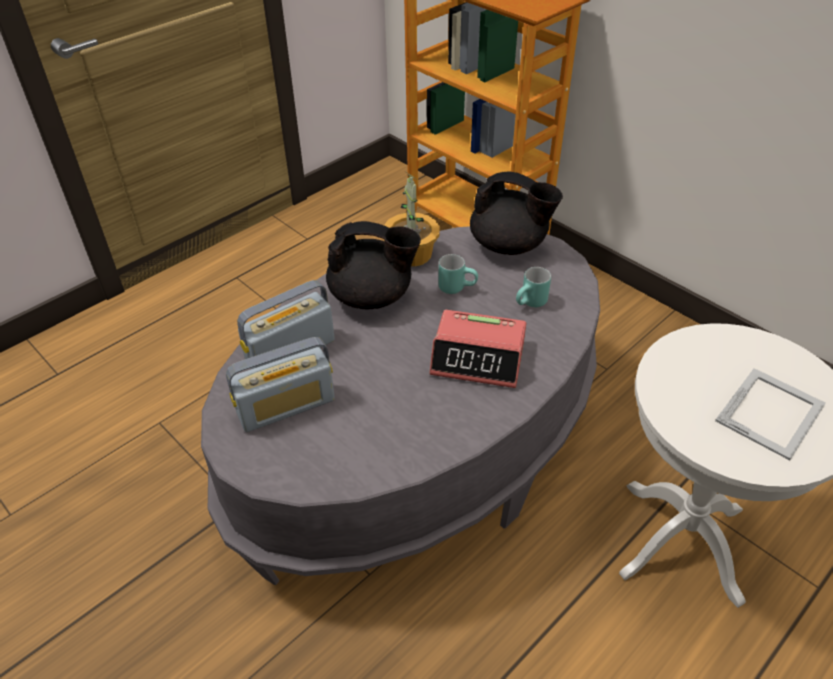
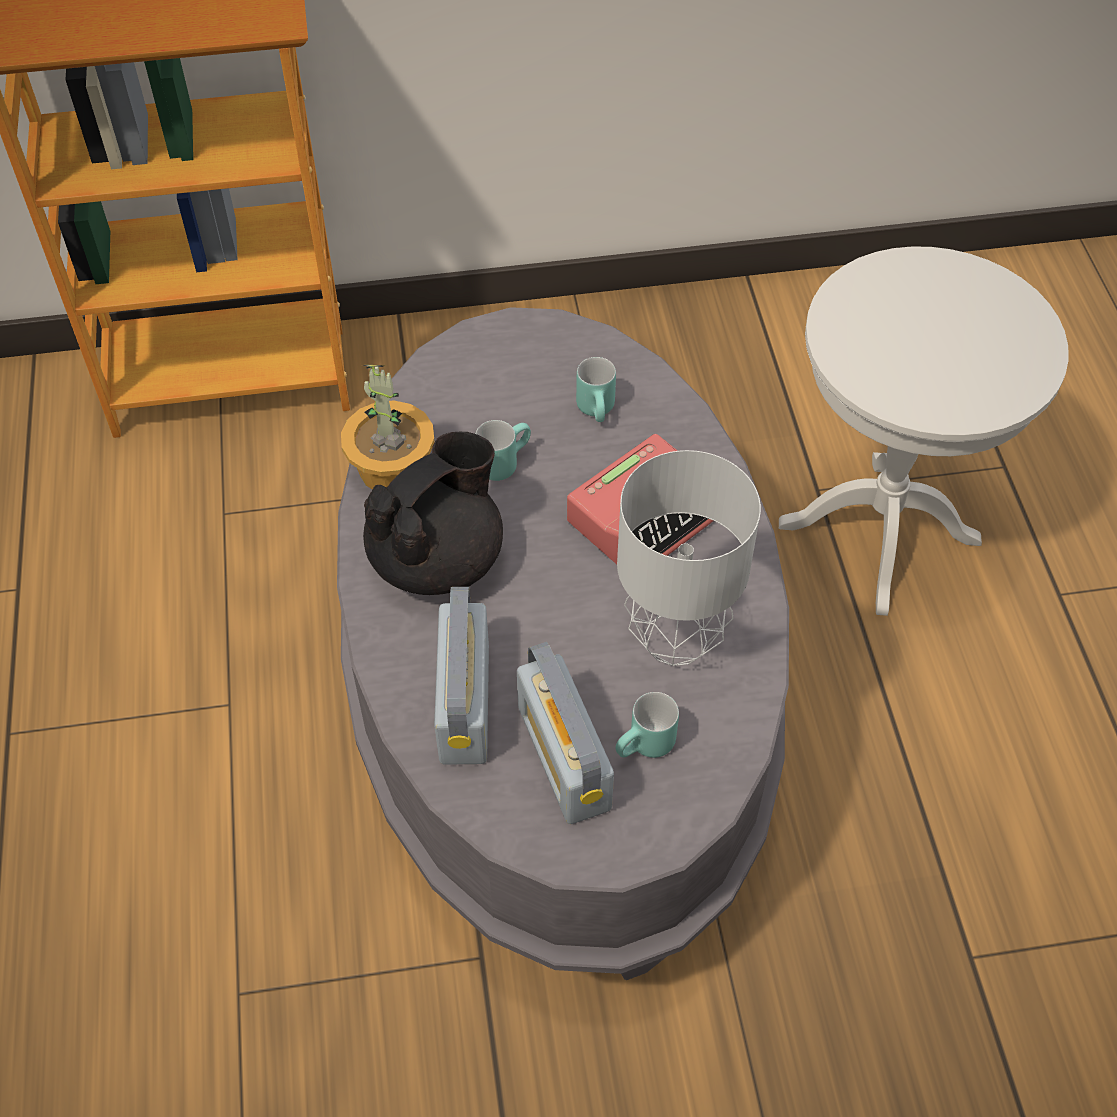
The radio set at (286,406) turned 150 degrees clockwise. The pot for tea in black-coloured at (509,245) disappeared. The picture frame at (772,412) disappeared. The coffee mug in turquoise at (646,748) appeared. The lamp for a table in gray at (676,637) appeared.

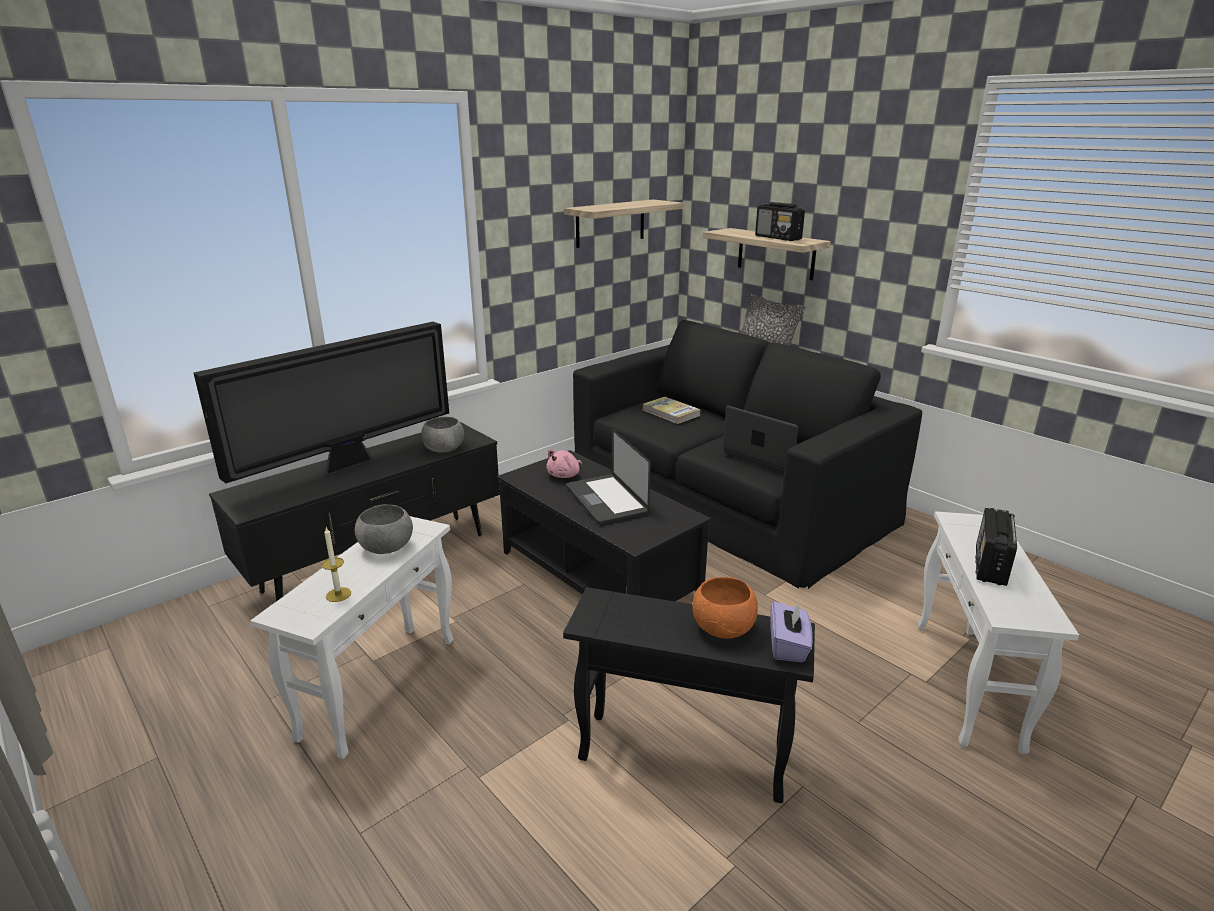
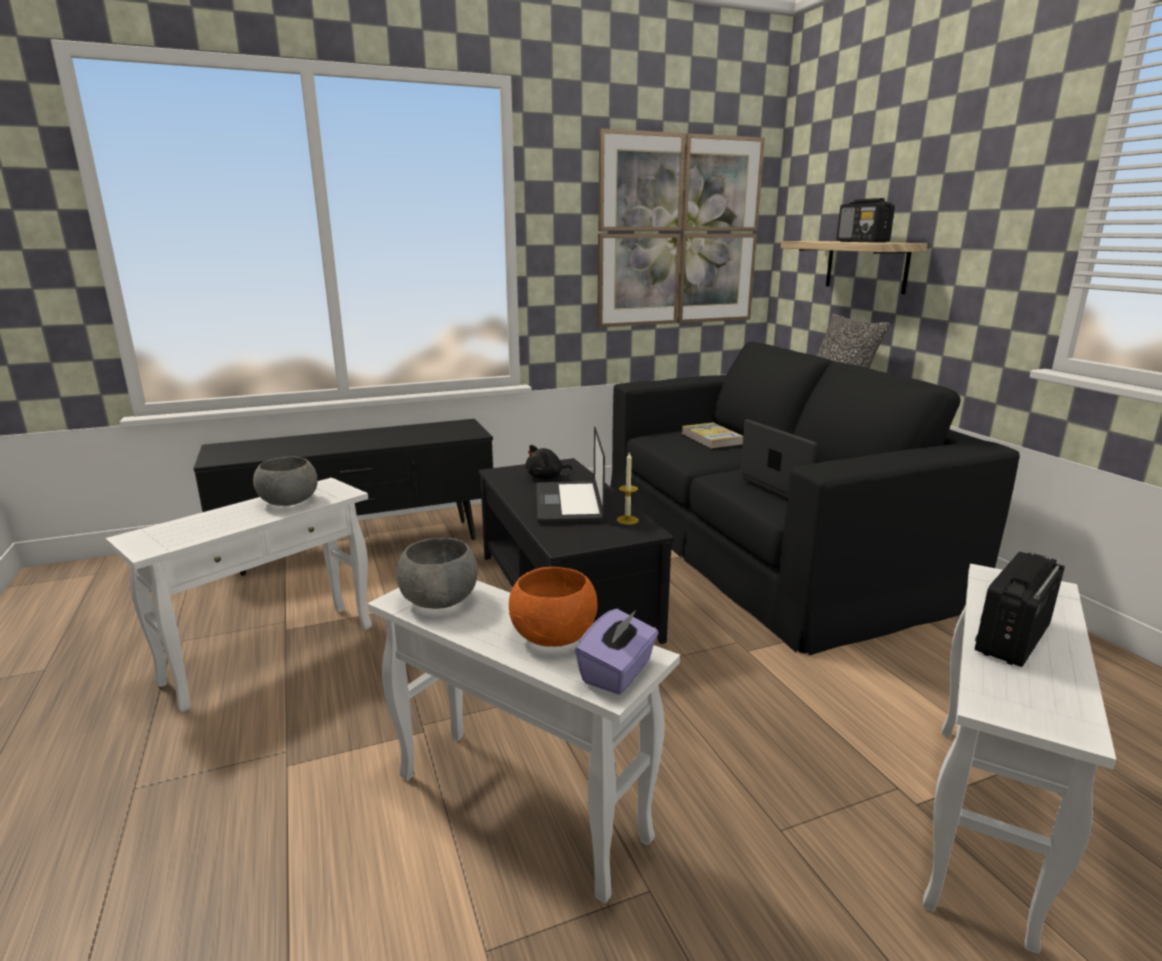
The television at (349,464) disappeared. The wax light moved from (338,594) to (627,520). The bowl in gray moved from (444,449) to (438,600). The soft toy in pink at (565,475) became the soft toy in black-coloured at (546,477). The side table in black-coloured at (682,756) became the side table in white at (520,807). The wall shelf at (610,223) was replaced by the wall art at (679,232).

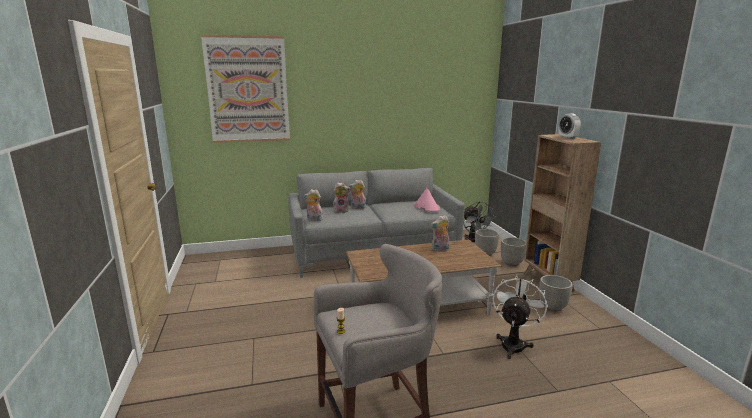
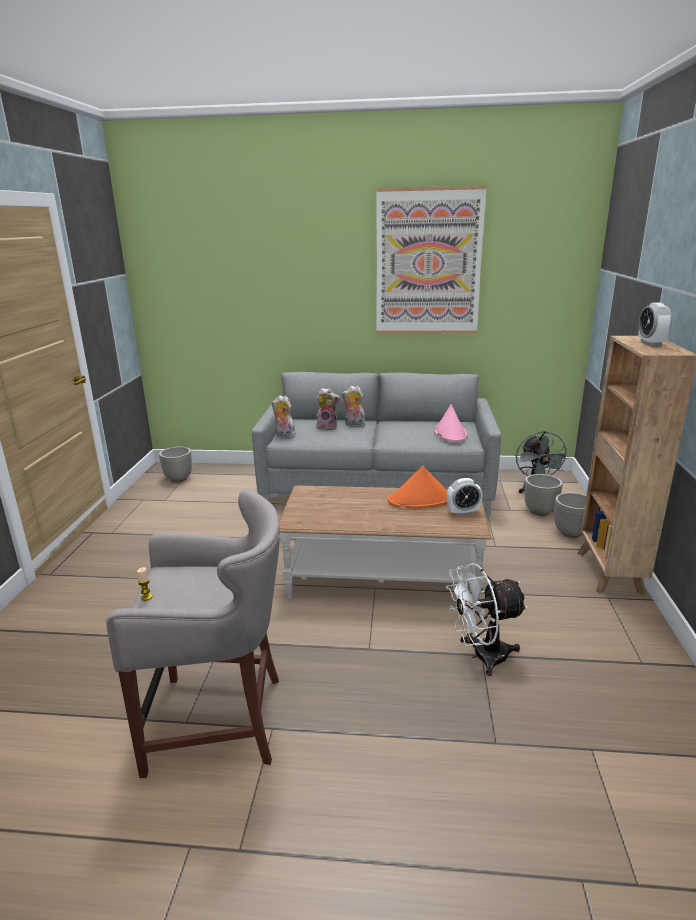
The wall art moved from (248,90) to (428,263). The soft toy at (440,249) was replaced by the wearable hat in orangey at (420,500). The electric fan in white at (514,343) turned 150 degrees counterclockwise. The planter moved from (552,307) to (178,479). The bedside clock at (463,512) appeared.

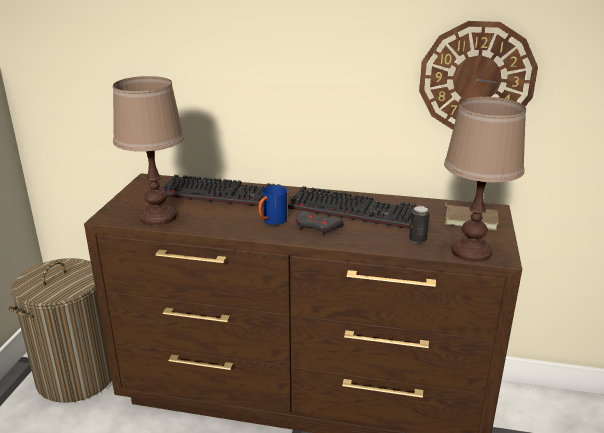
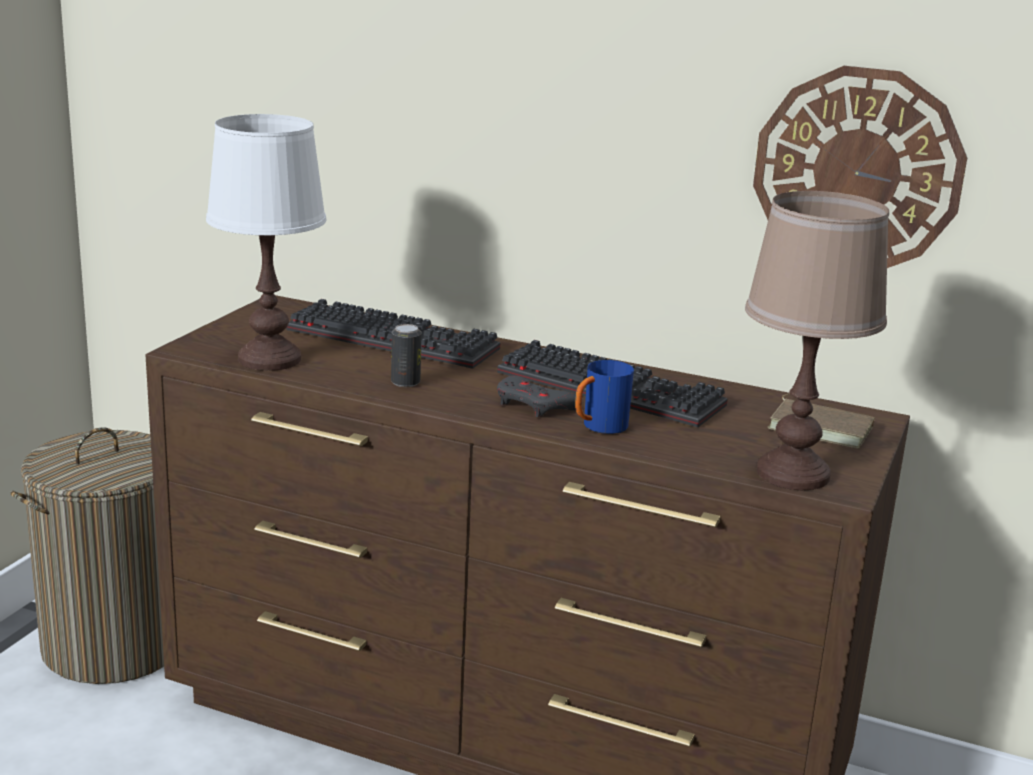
The lamp for a table in brownish at (158,217) became the lamp for a table in white at (269,359). The coffee mug in blue-coloured moved from (271,222) to (598,428). The sealed can moved from (417,239) to (405,382).

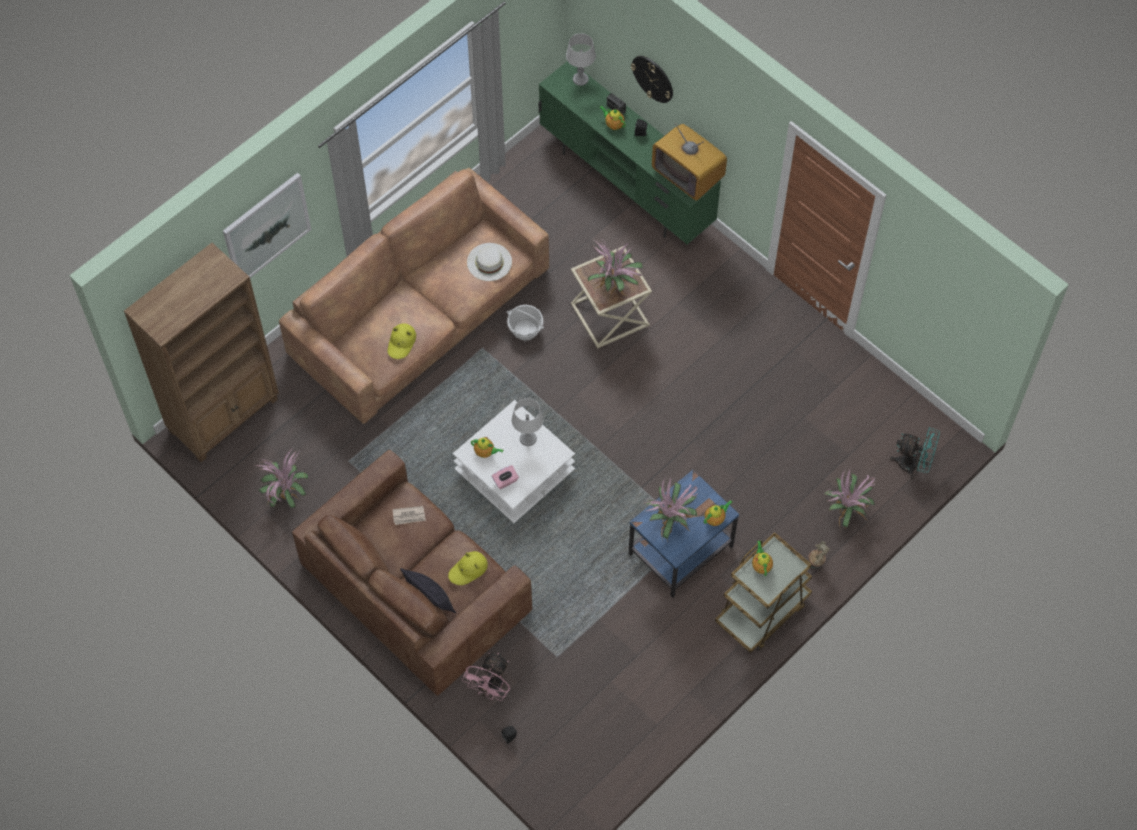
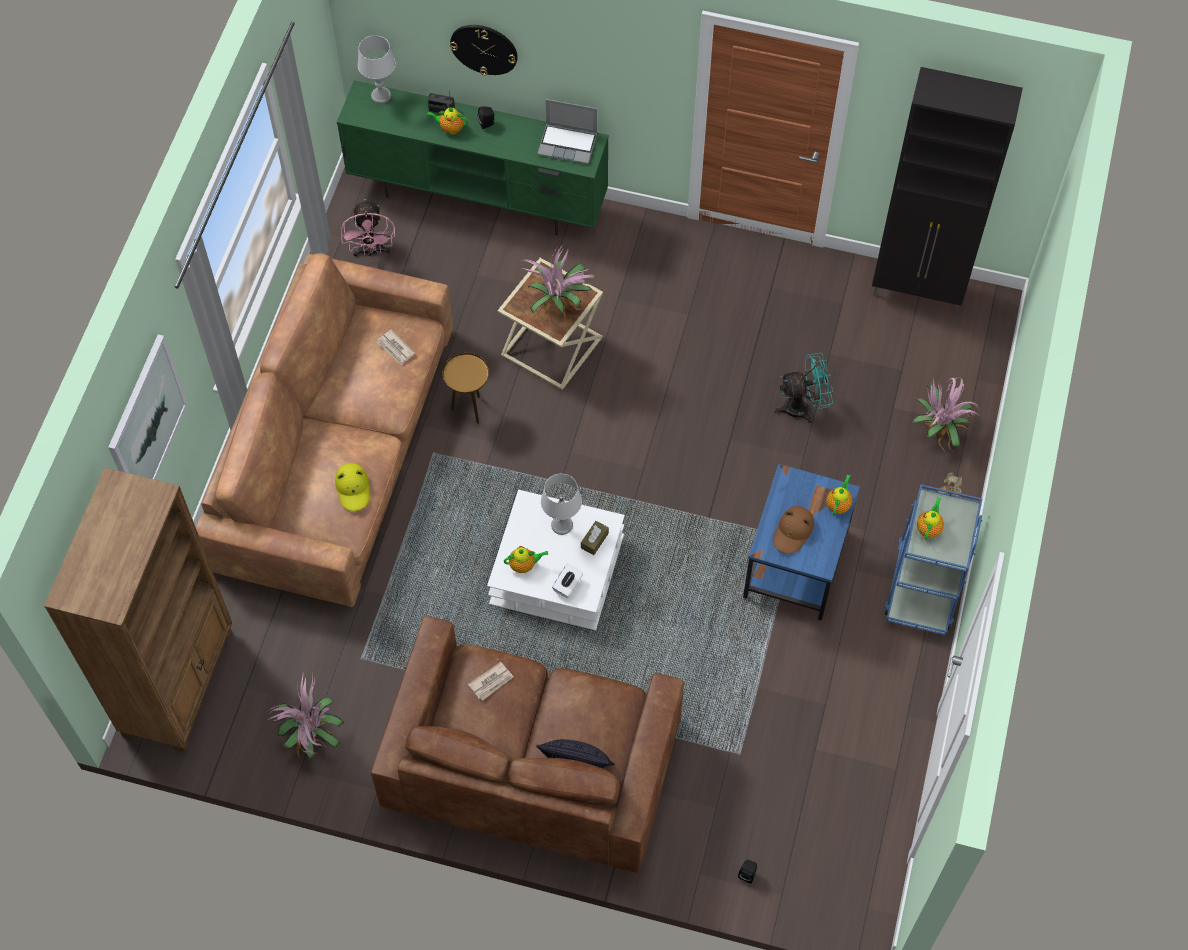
The wearable hat in yellowish at (468,570) disappeared. The electric fan in pink moved from (491,689) to (372,251). The wearable hat in white at (489,262) was replaced by the printed paper at (396,348). The tissue holder in pink at (505,481) became the tissue holder in white at (567,586). The storage basket at (525,330) was replaced by the side table in brownish at (469,409). The plant in a pot at (671,521) was replaced by the wearable hat in brownish at (793,531). The television at (688,174) was replaced by the portable computer at (568,144). The wheeled cart in brownish at (762,611) became the wheeled cart in blue-coloured at (924,584). The pot for tea at (761,565) turned 60 degrees clockwise. The electric fan in turquoise moved from (913,465) to (803,407). The tissue holder in brownish at (594,540) appeared. The cabinet in black-coloured at (918,291) appeared.

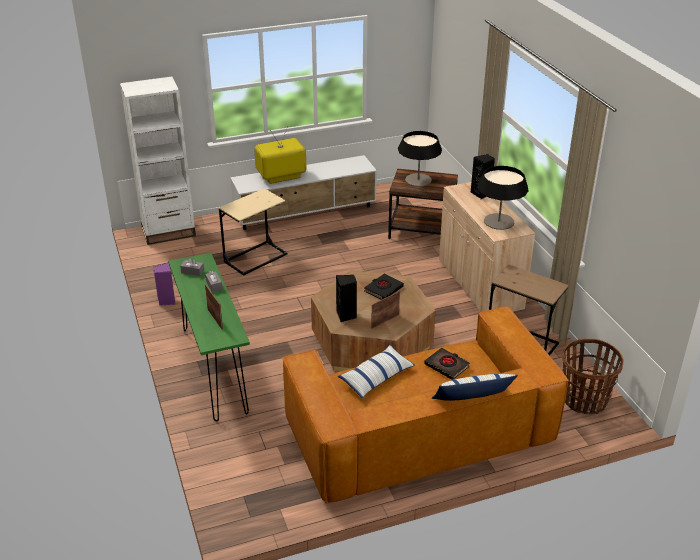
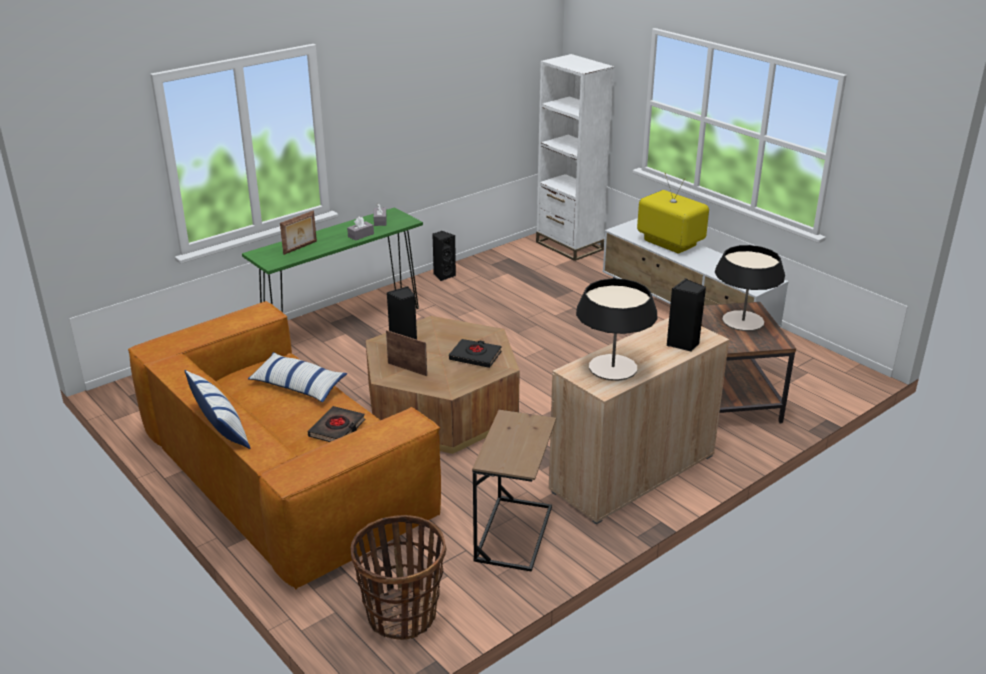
The loudspeaker in purple-coloured at (166,301) became the loudspeaker in black-coloured at (443,275). The side table in beige at (255,258) disappeared.

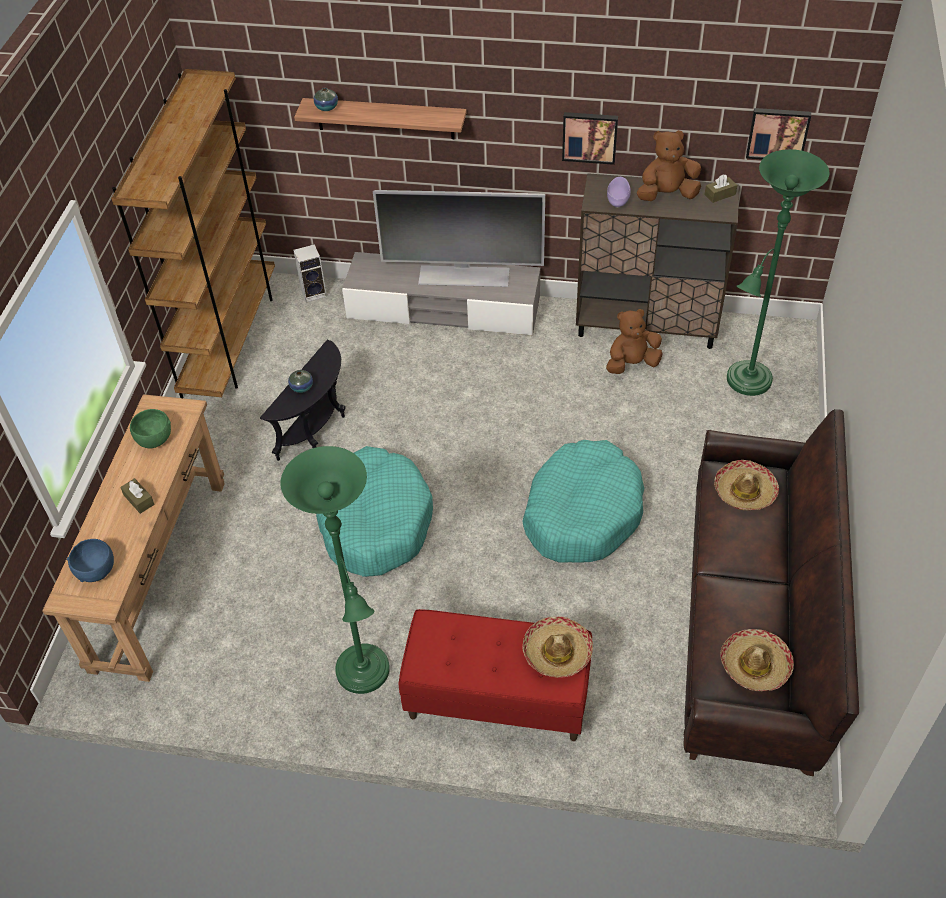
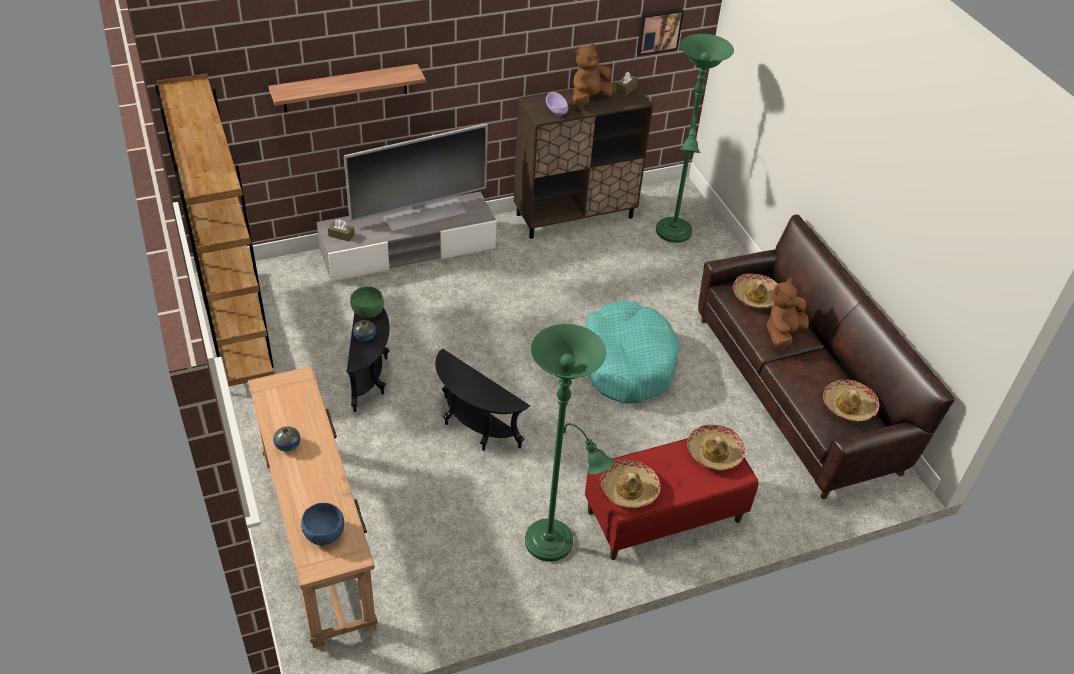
The tissue holder in brownish moved from (139,500) to (341,235). The bowl in green-coloured moved from (154,439) to (368,311). The loudspeaker at (314,292) disappeared. The flower vase moved from (327,107) to (288,445). The dog bed in turquoise at (375,521) was replaced by the side table in black-coloured at (474,428). The wall art at (590,136) disappeared. The soft toy in brownish moved from (632,364) to (783,333). The wearable hat at (629,489) appeared.

